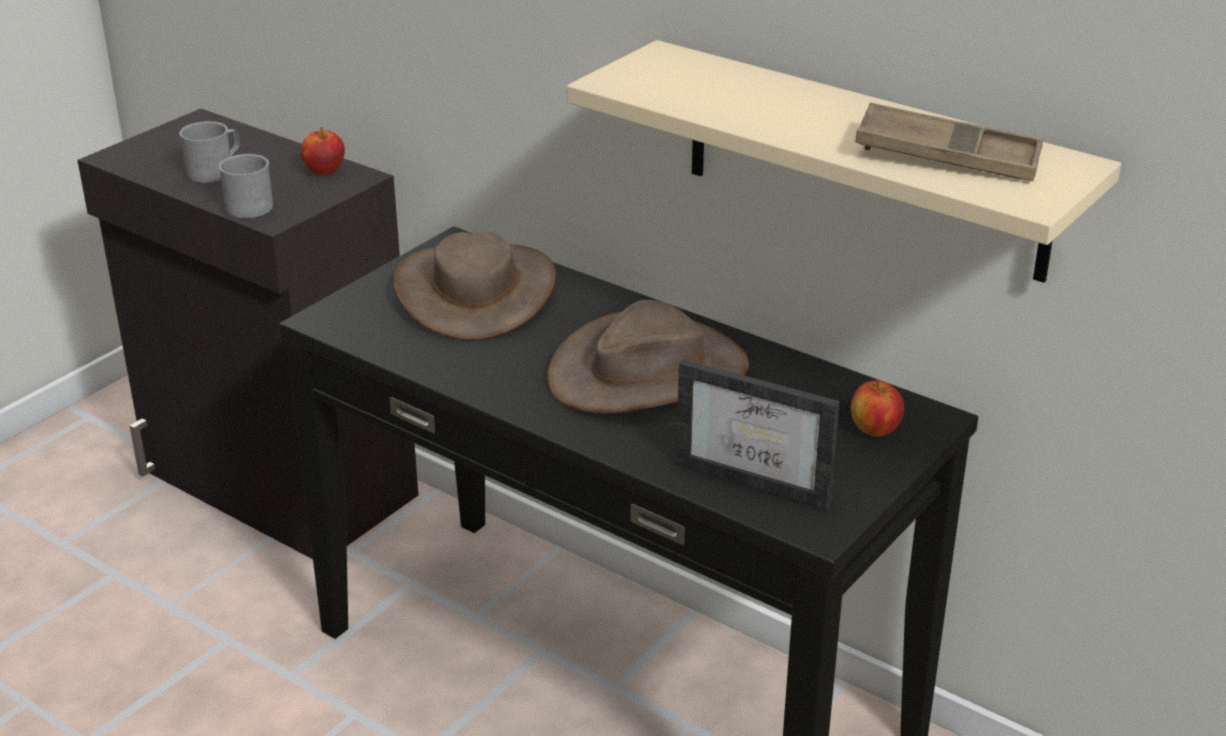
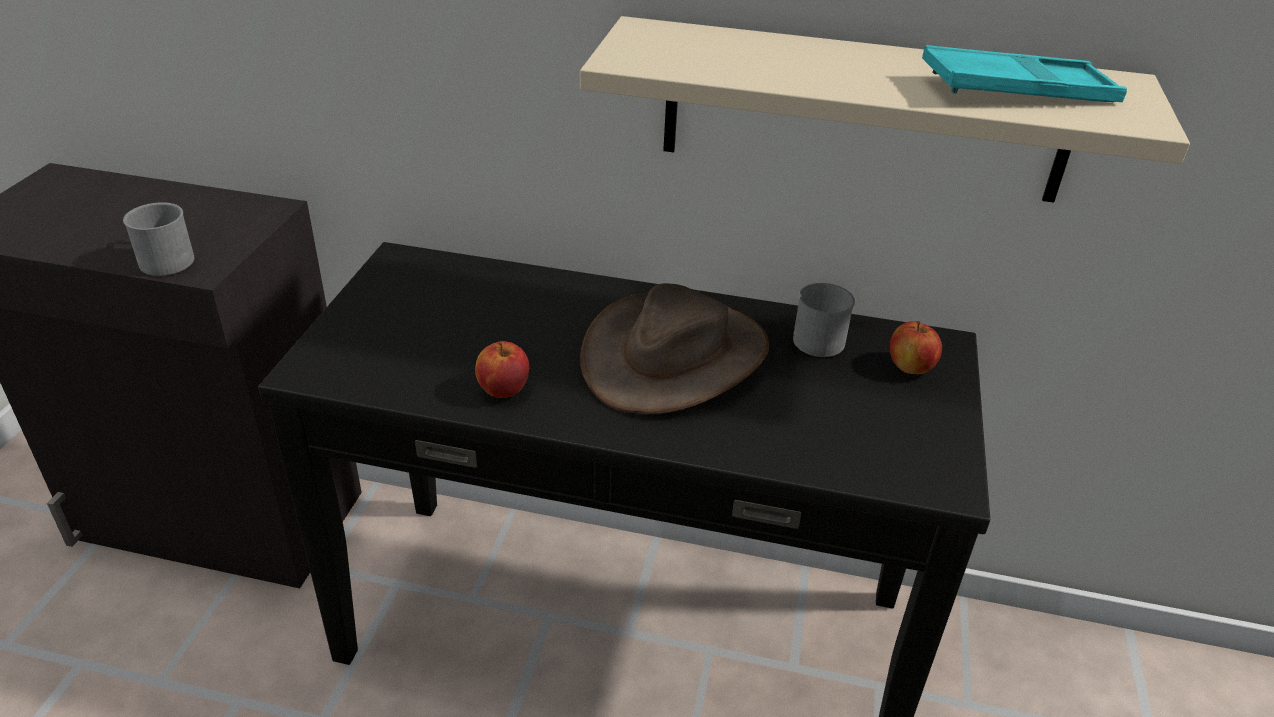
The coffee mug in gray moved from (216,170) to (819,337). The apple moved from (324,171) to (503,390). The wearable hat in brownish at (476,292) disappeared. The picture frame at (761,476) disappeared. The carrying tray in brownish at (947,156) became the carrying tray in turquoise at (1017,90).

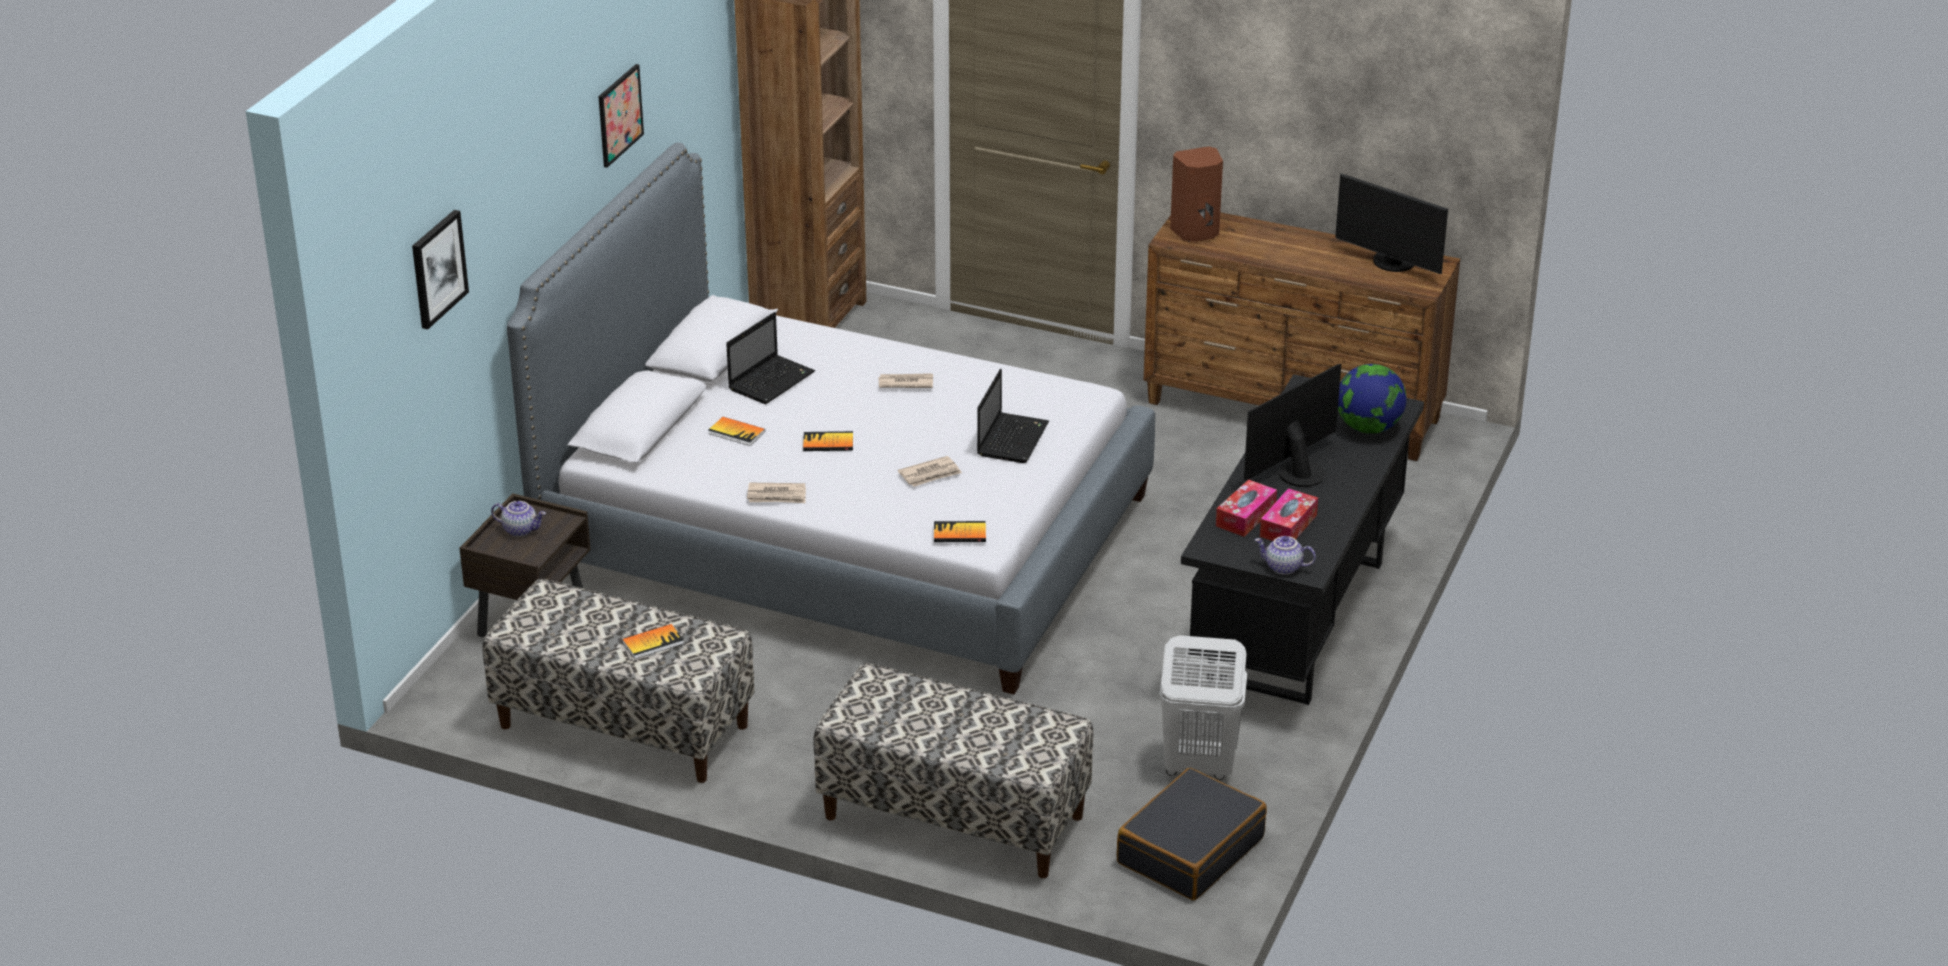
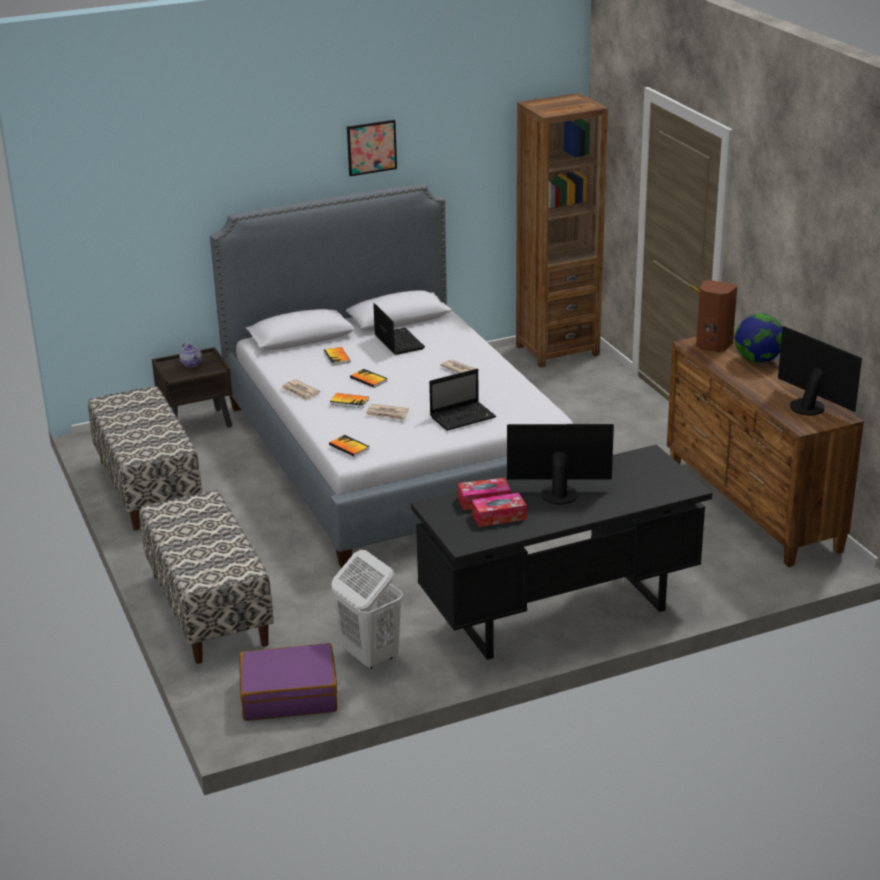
The wall art at (438,268) disappeared. The book moved from (653,643) to (349,401). The portable computer at (772,380) turned 105 degrees counterclockwise. The suitcase in black-coloured at (1190,850) became the suitcase in purple-coloured at (289,694). The pot for tea at (1283,568) disappeared. The monitor at (1391,263) turned 150 degrees clockwise. The desk globe moved from (1368,428) to (758,360).

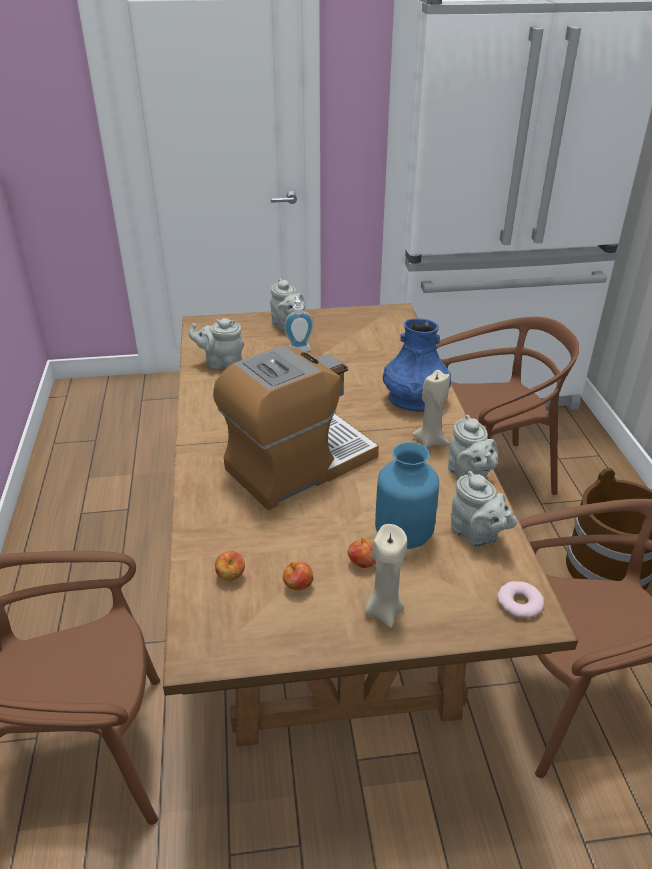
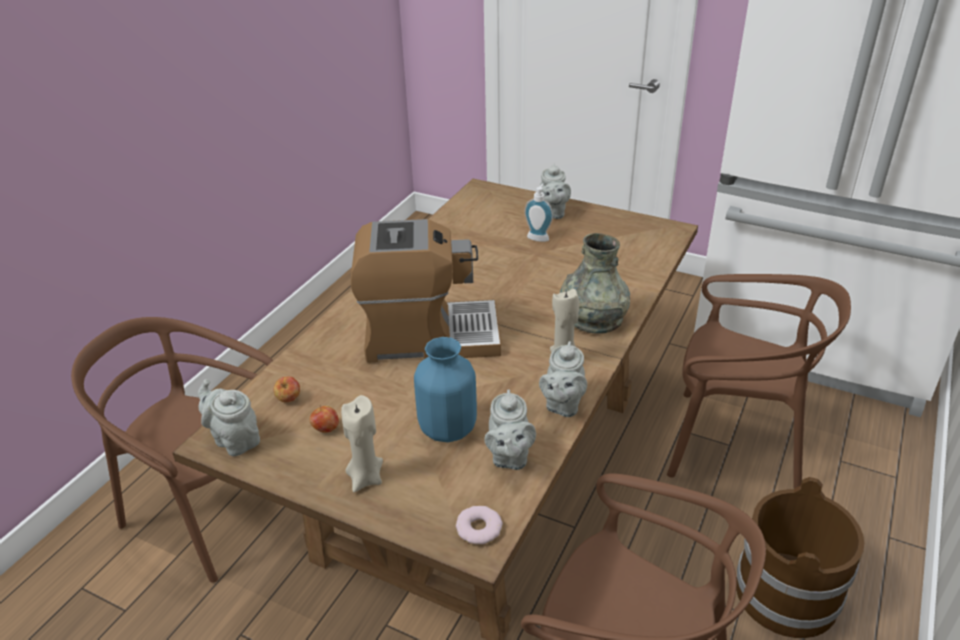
The pot for tea in gray moved from (221,363) to (234,439). The apple at (362,563) disappeared. The flower vase in blue-coloured at (415,399) became the flower vase in gray at (593,318).

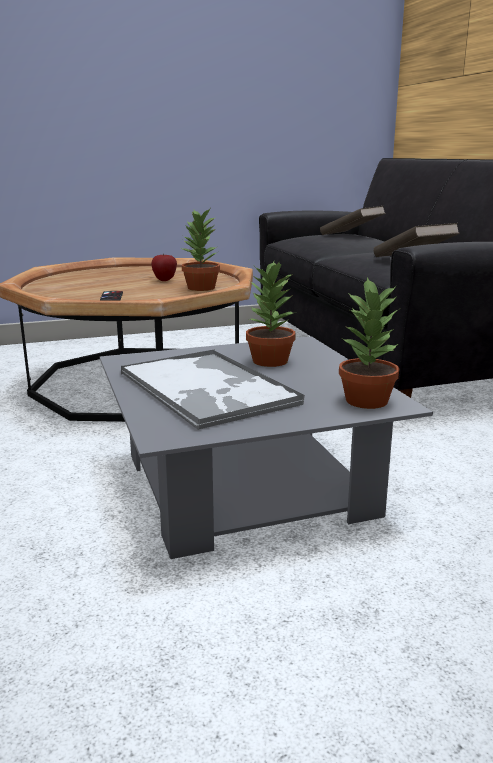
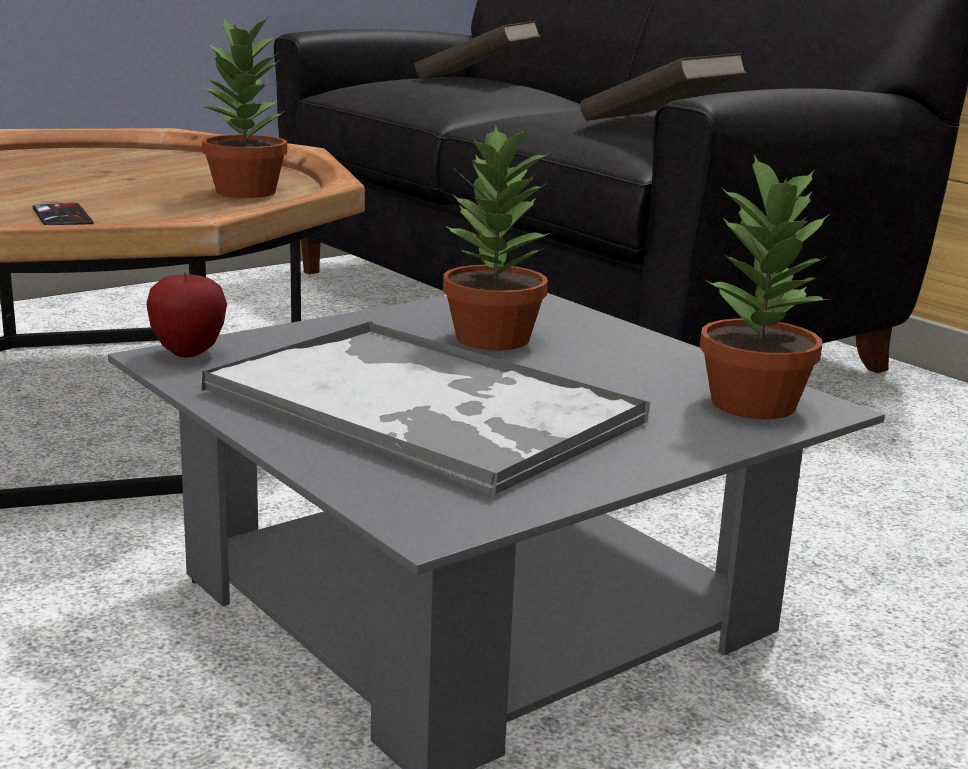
The apple moved from (164,280) to (189,353).

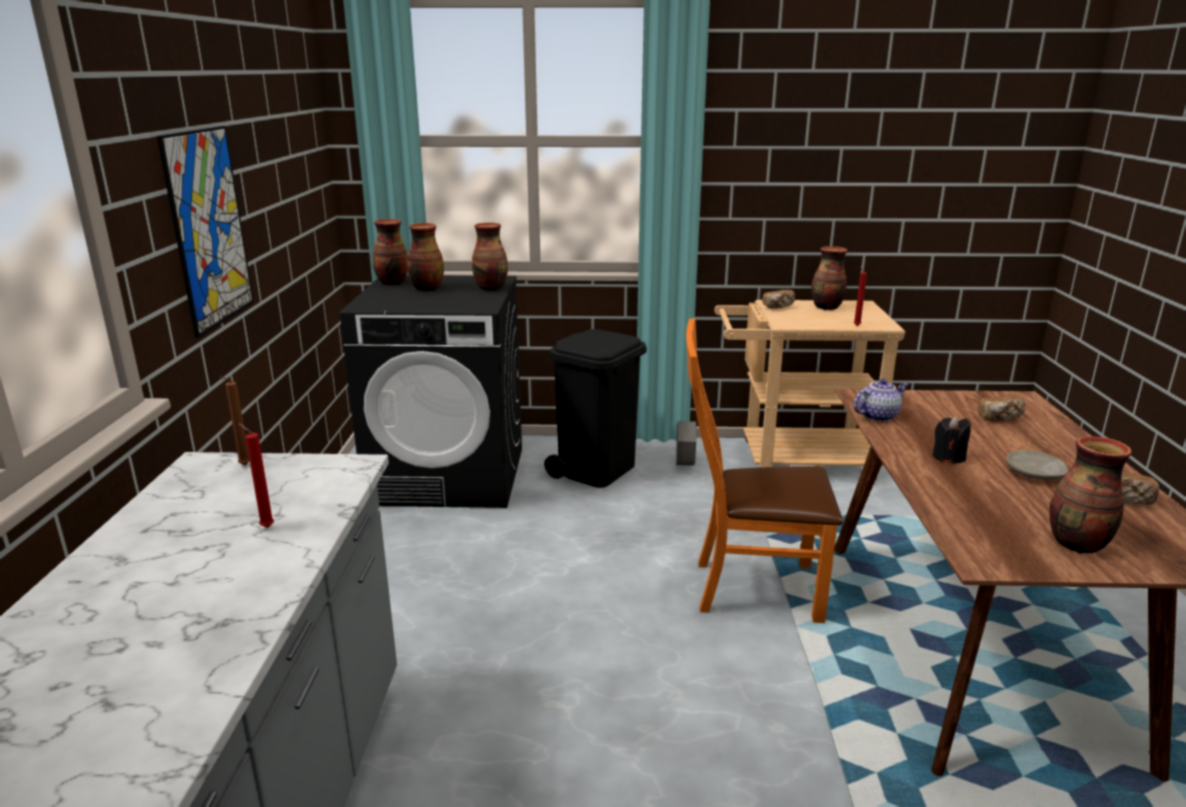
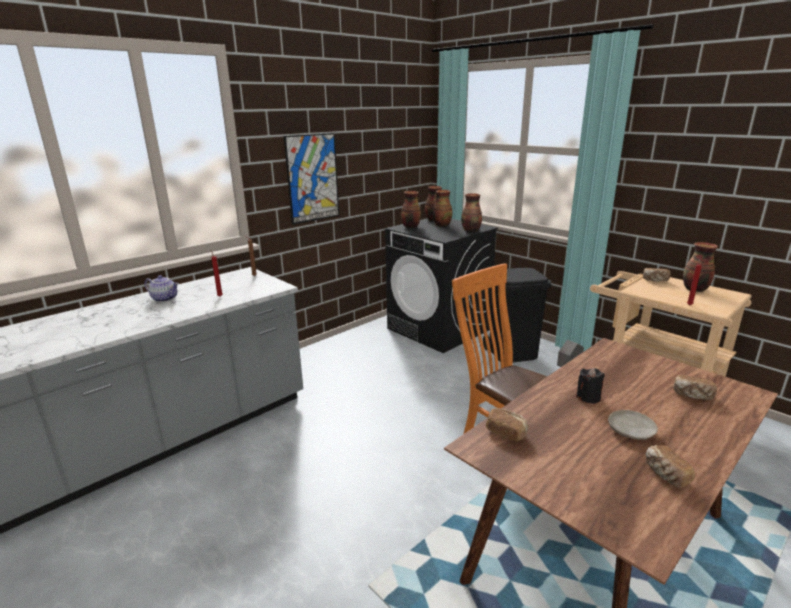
The pot for tea moved from (877,416) to (165,298). The flower vase moved from (1077,544) to (410,226). The baked bread at (506,432) appeared.

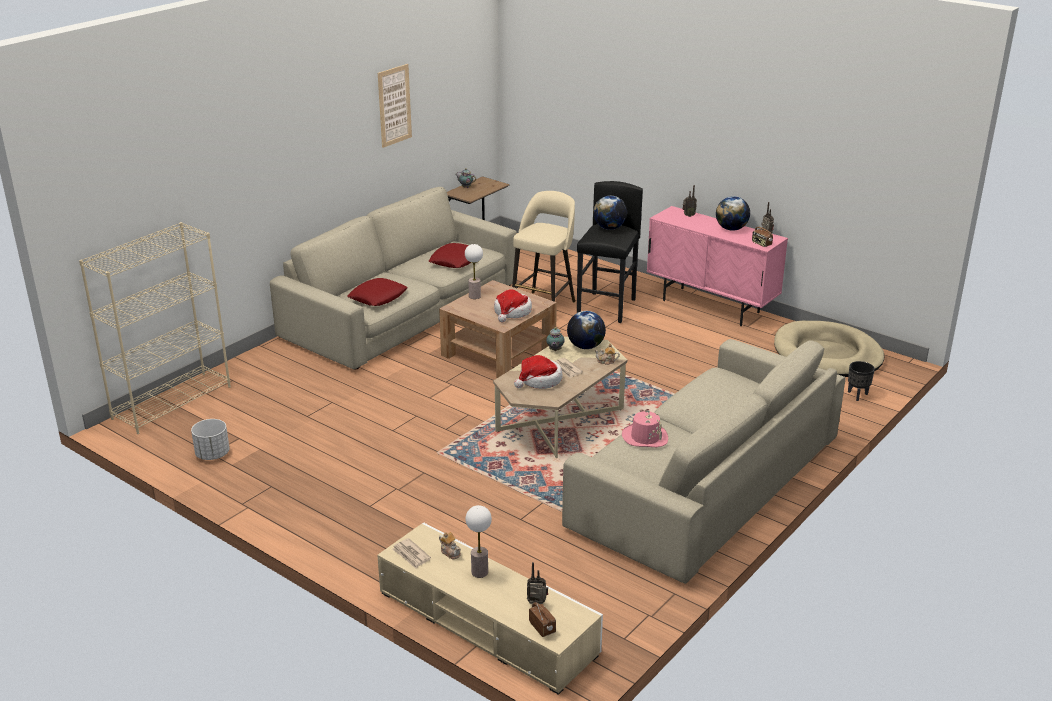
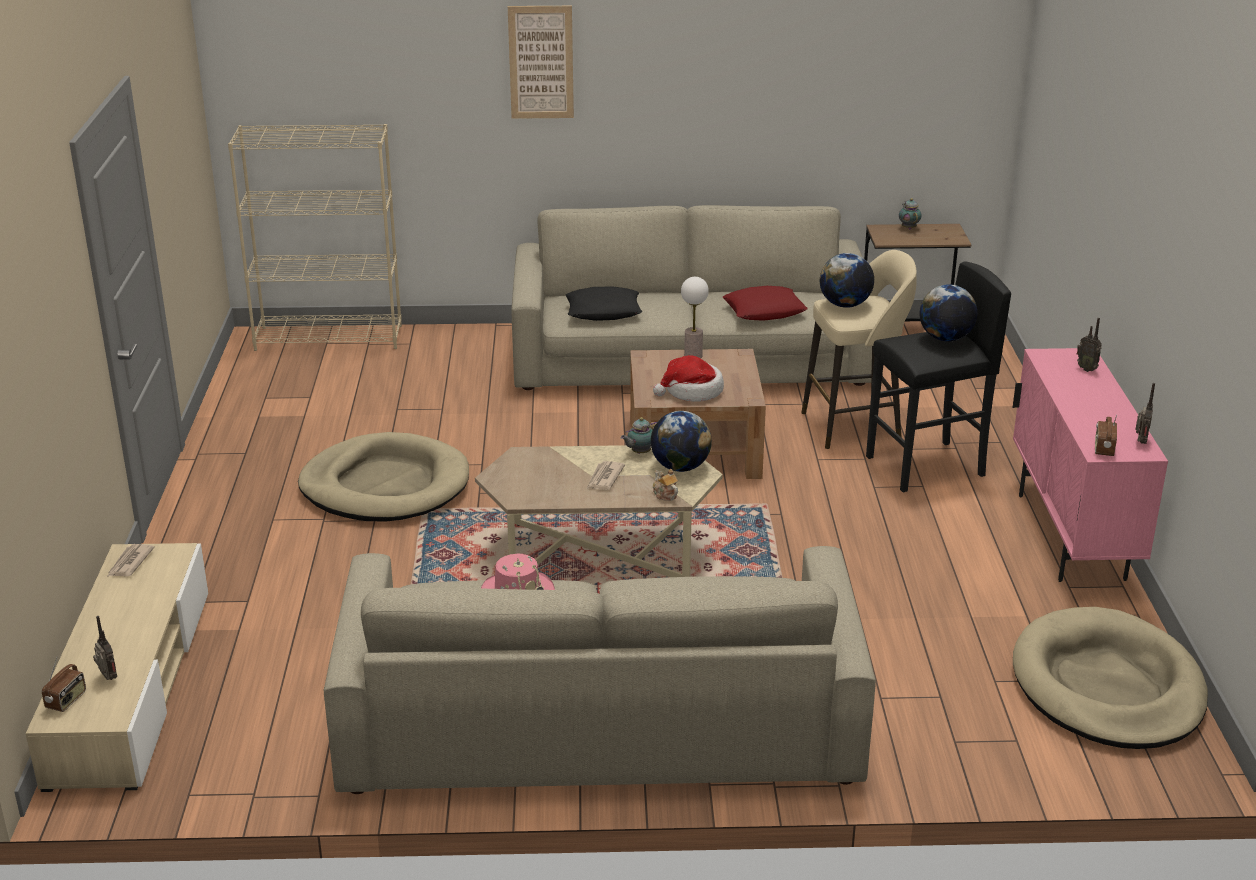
The planter in white at (212,454) disappeared. The throw pillow in red-coloured at (378,297) became the throw pillow in black-coloured at (603,311). The wall art moved from (394,105) to (541,62). The pot for tea at (450,552) disappeared. The lamp for a table at (479,572) disappeared. The wearable hat at (539,380) disappeared. The desk globe moved from (731,229) to (845,305). The planter in black-coloured at (857,395) disappeared. The dog bed in beige at (385,485) appeared.

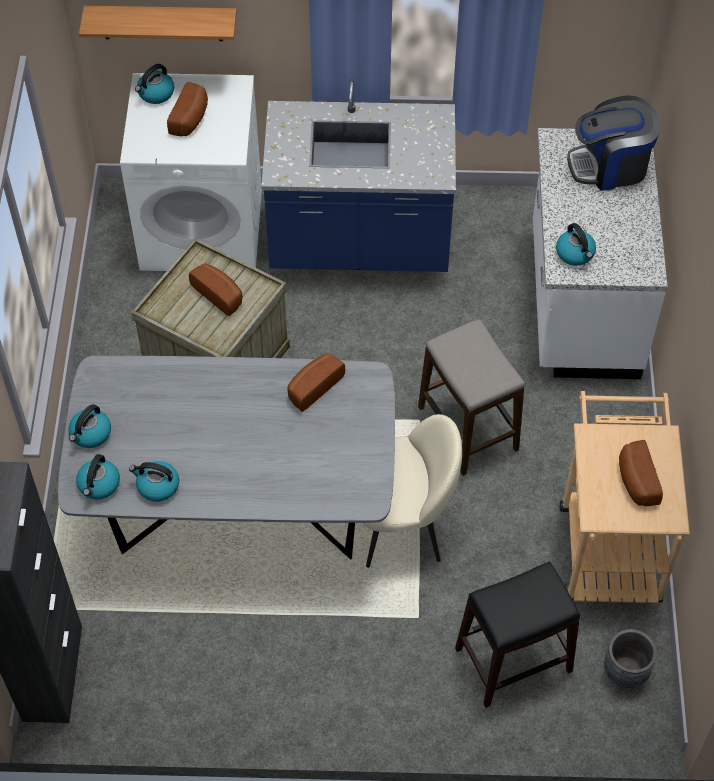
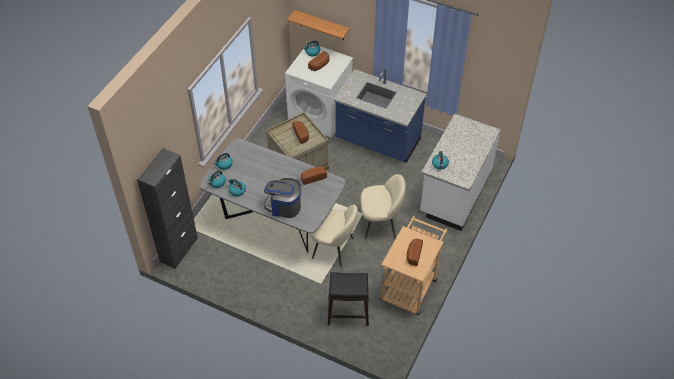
The stool at (468,428) was replaced by the plain chair in beige at (380,223). The coffee brewer moved from (610,166) to (284,206). The planter in gray at (625,671) disappeared.

